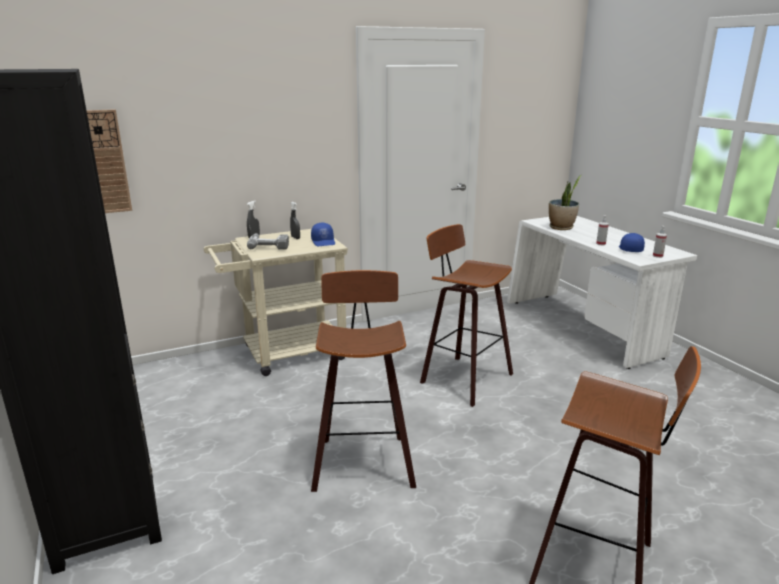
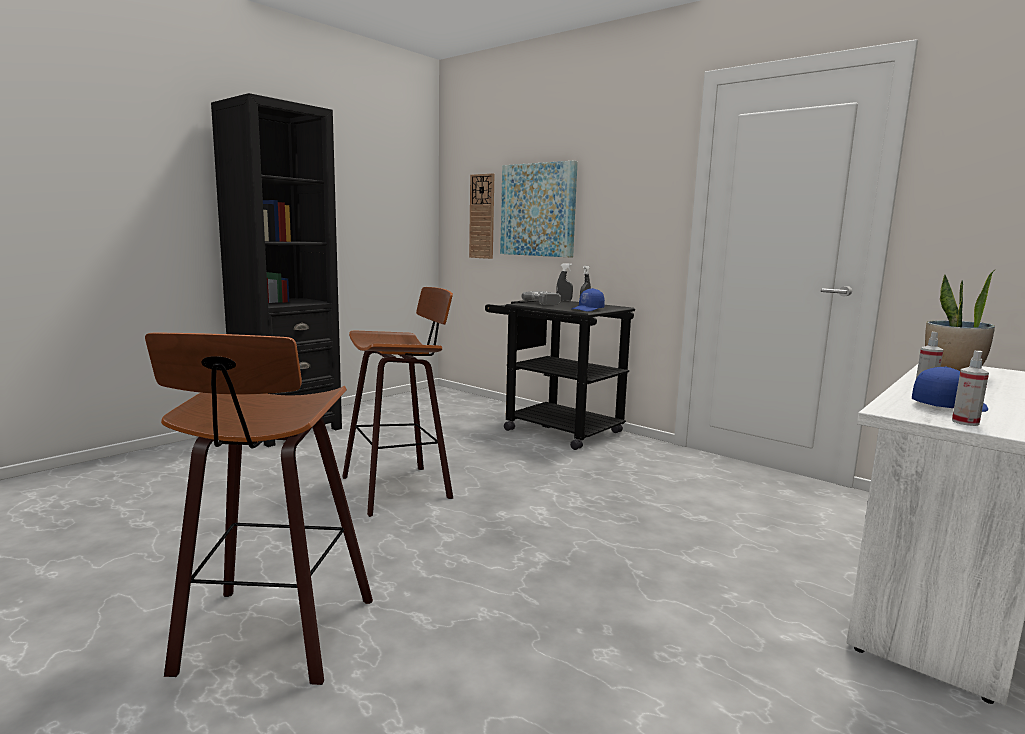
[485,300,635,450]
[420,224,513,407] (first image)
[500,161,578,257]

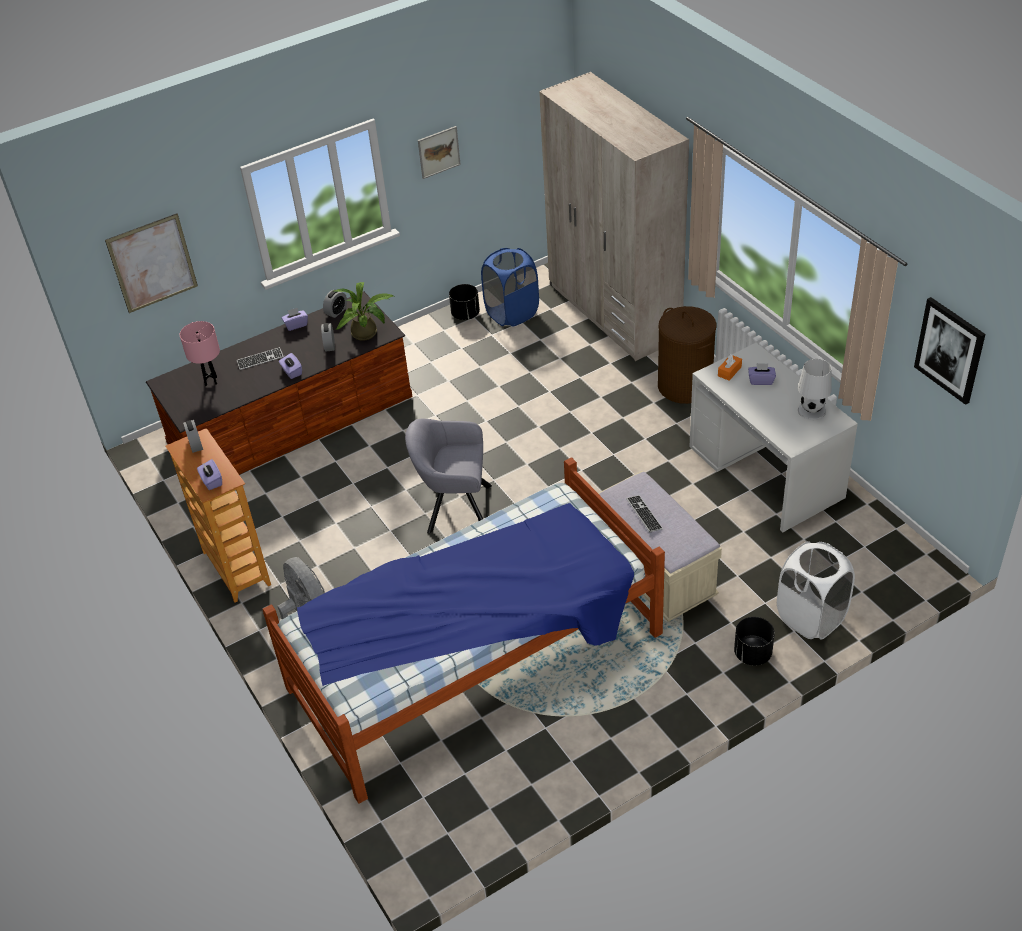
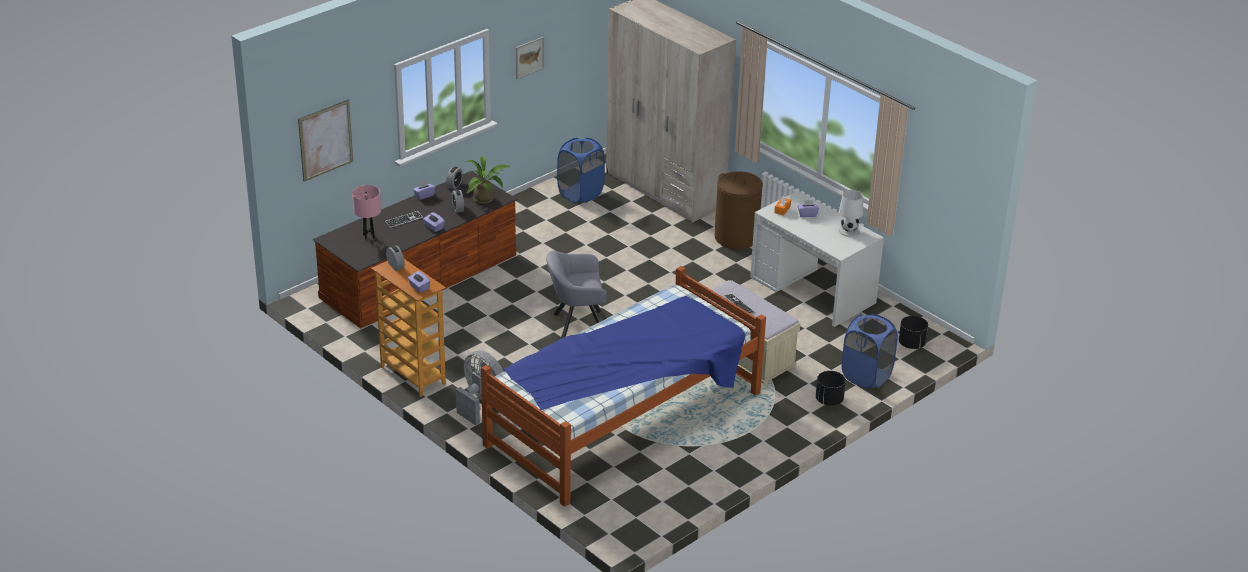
[899,316,928,349]
[842,314,898,389]
[914,297,985,405] (first image)

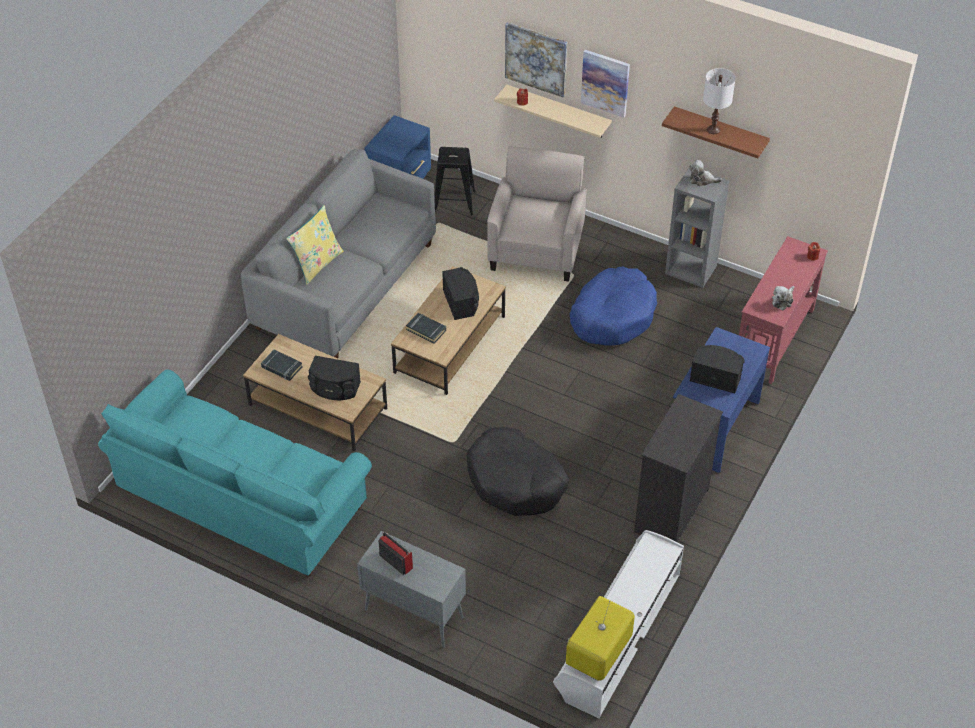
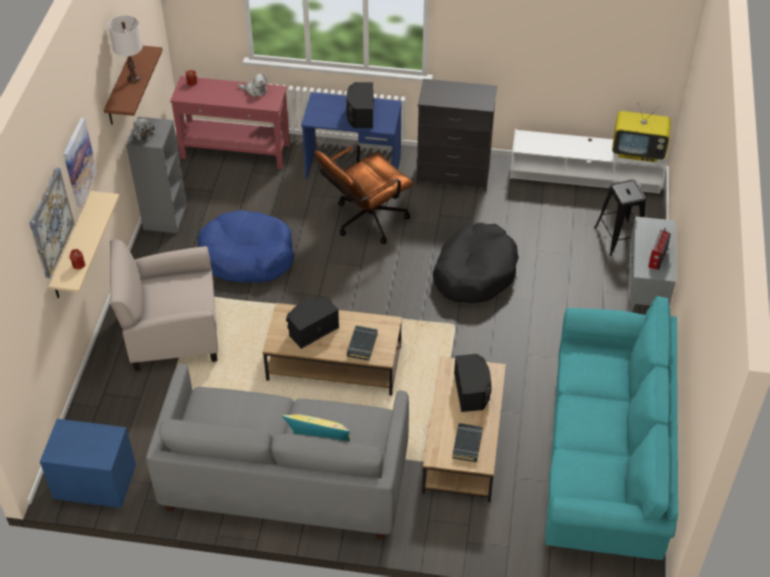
[594,179,646,256]
[314,144,413,244]

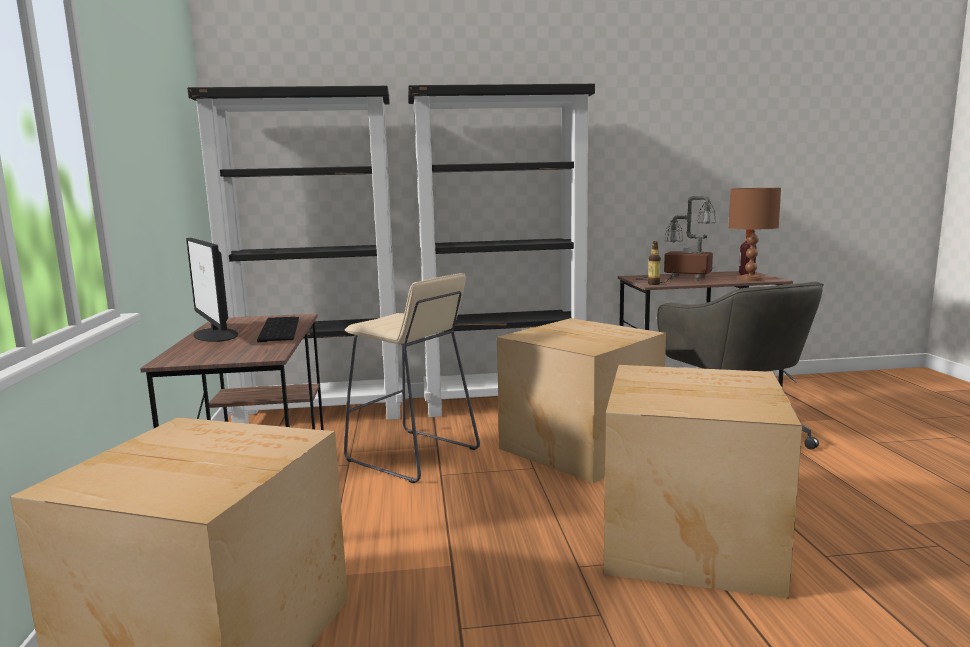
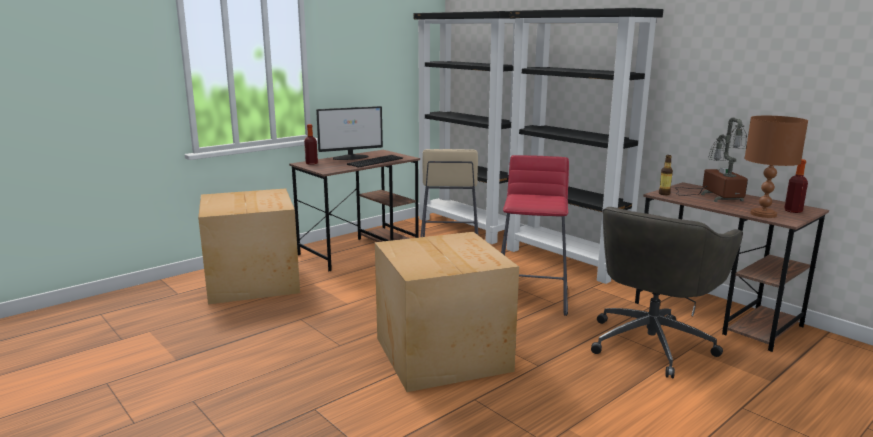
[316,106,383,160]
[501,155,569,316]
[304,124,318,165]

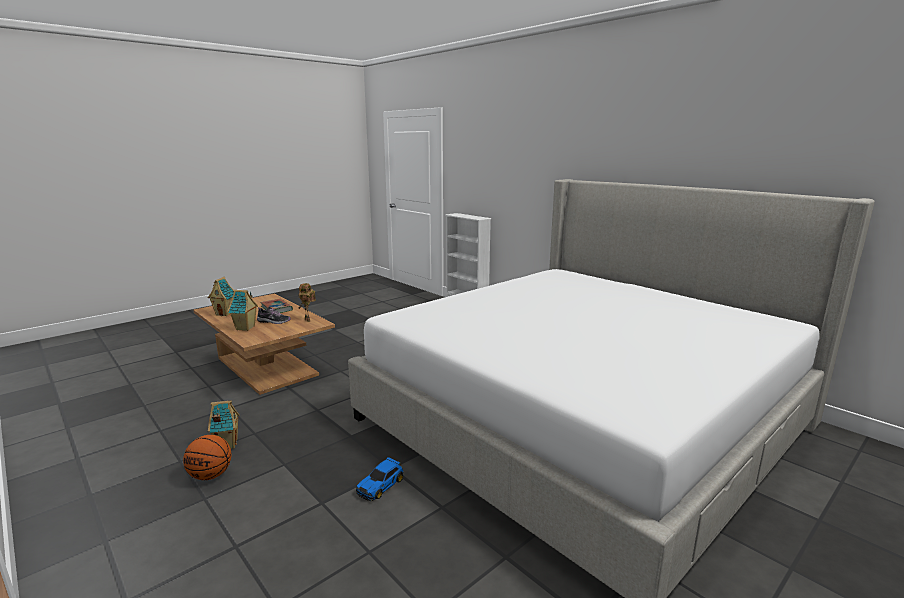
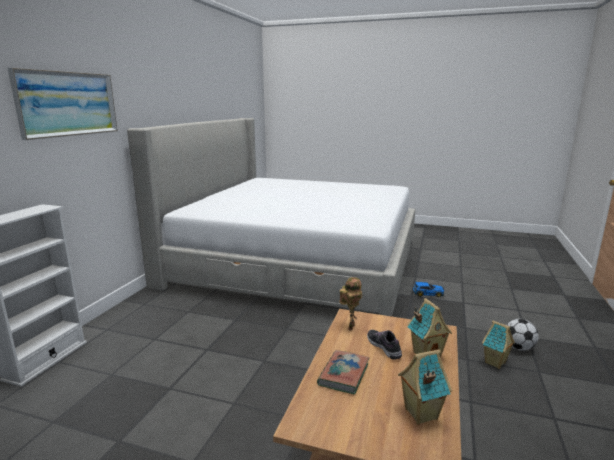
[506,319,538,351]
[8,68,118,140]

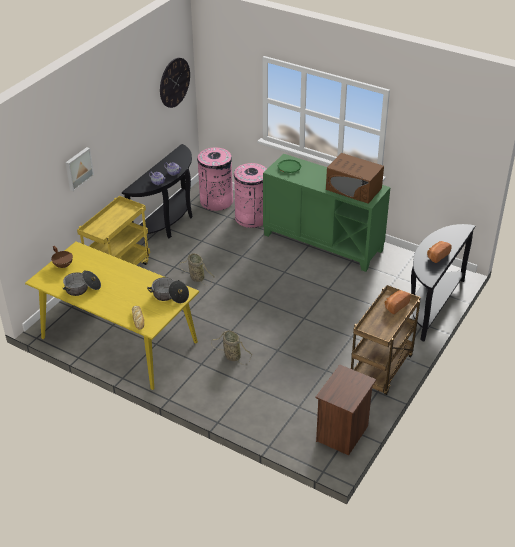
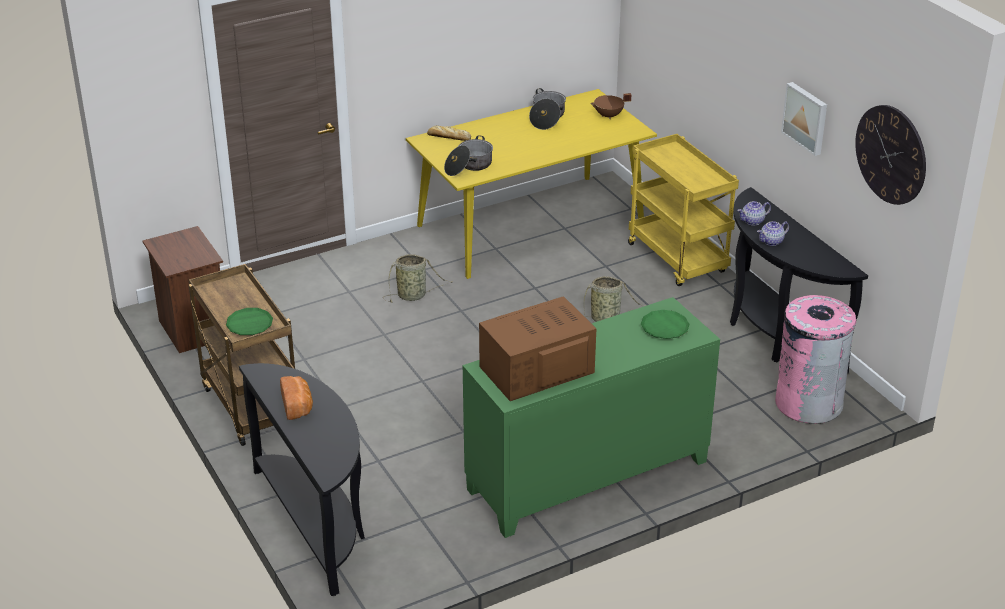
[781,82,827,156]
[234,163,267,228] (first image)
[226,308,273,335]

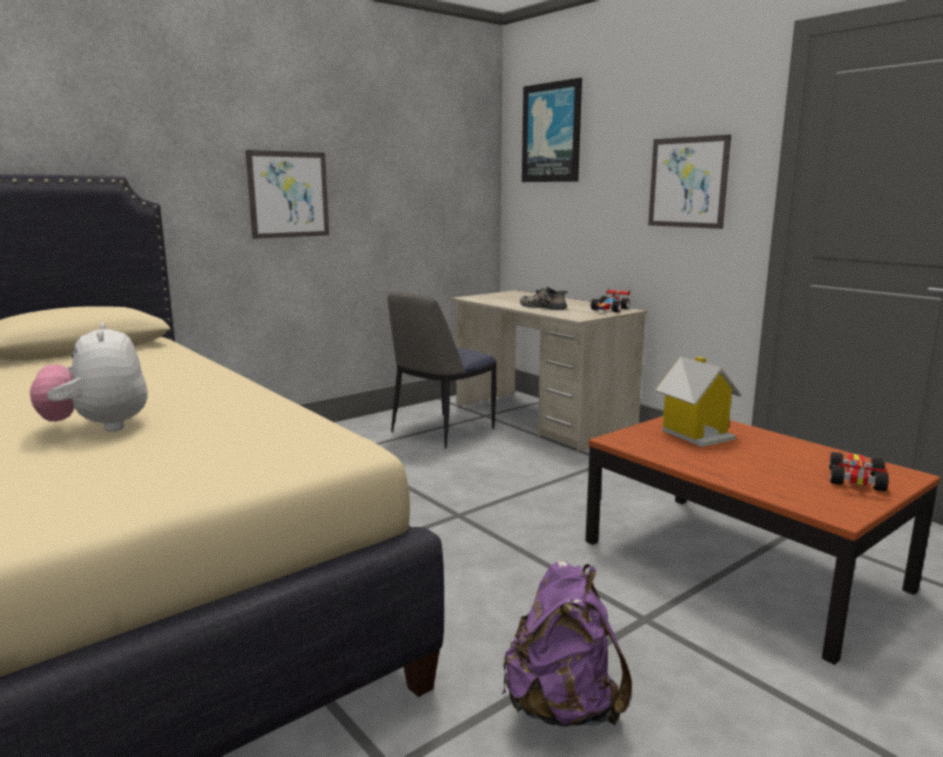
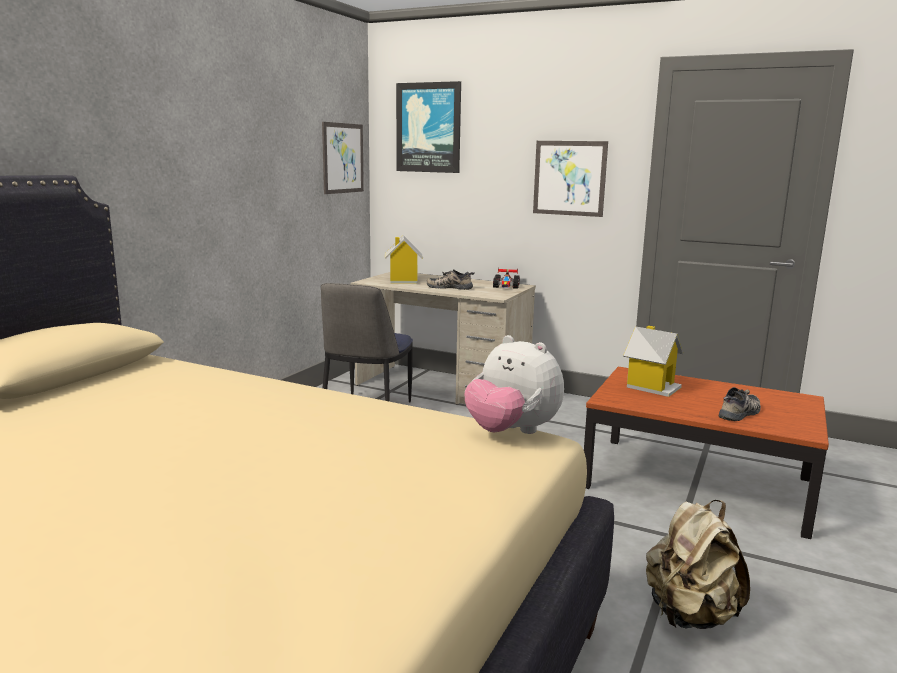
[465,335,564,434]
[322,122,364,194]
[646,500,750,629]
[829,452,889,491] (first image)
[385,235,423,284]
[719,387,761,421]

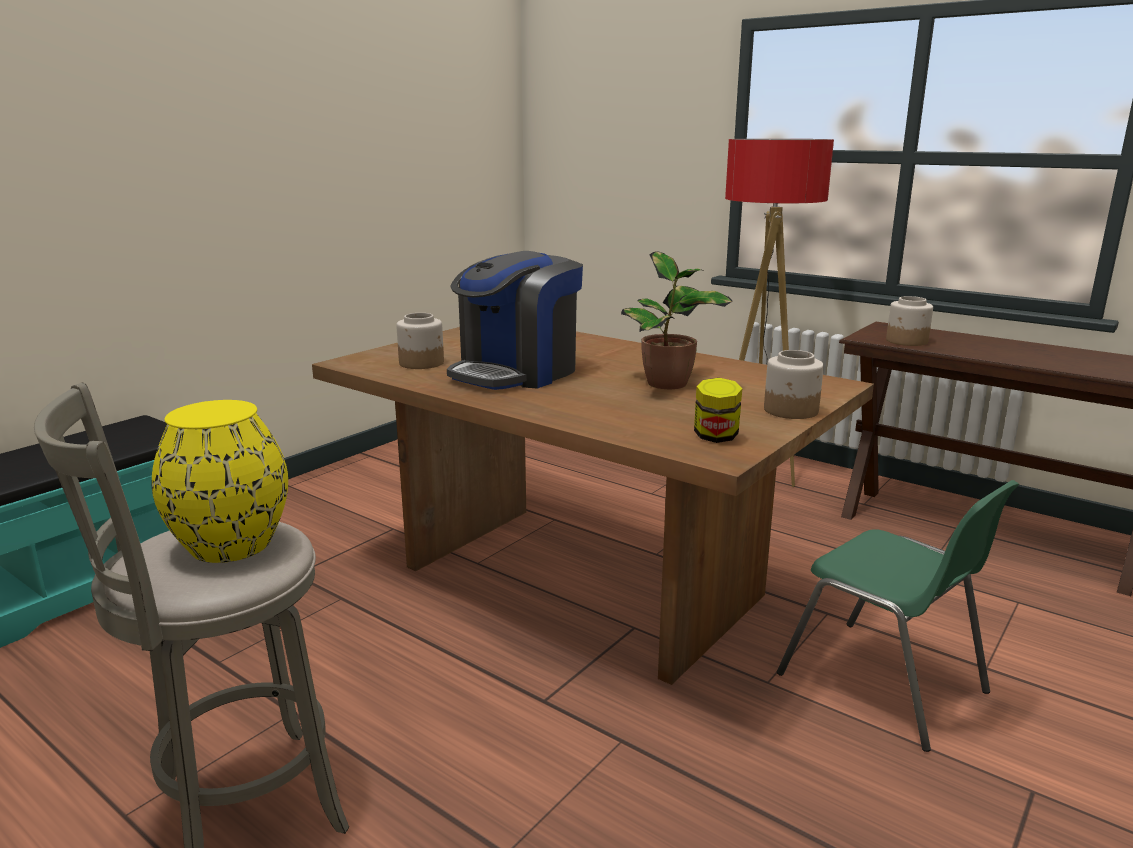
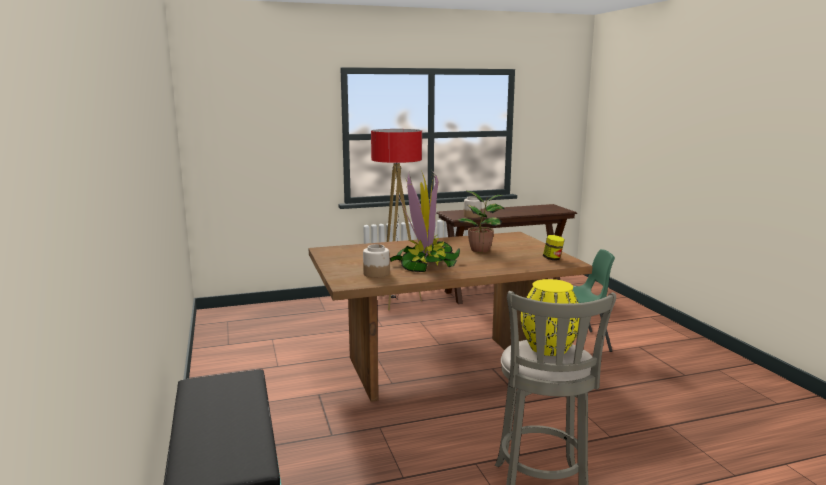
[390,171,460,272]
[764,350,824,419] (first image)

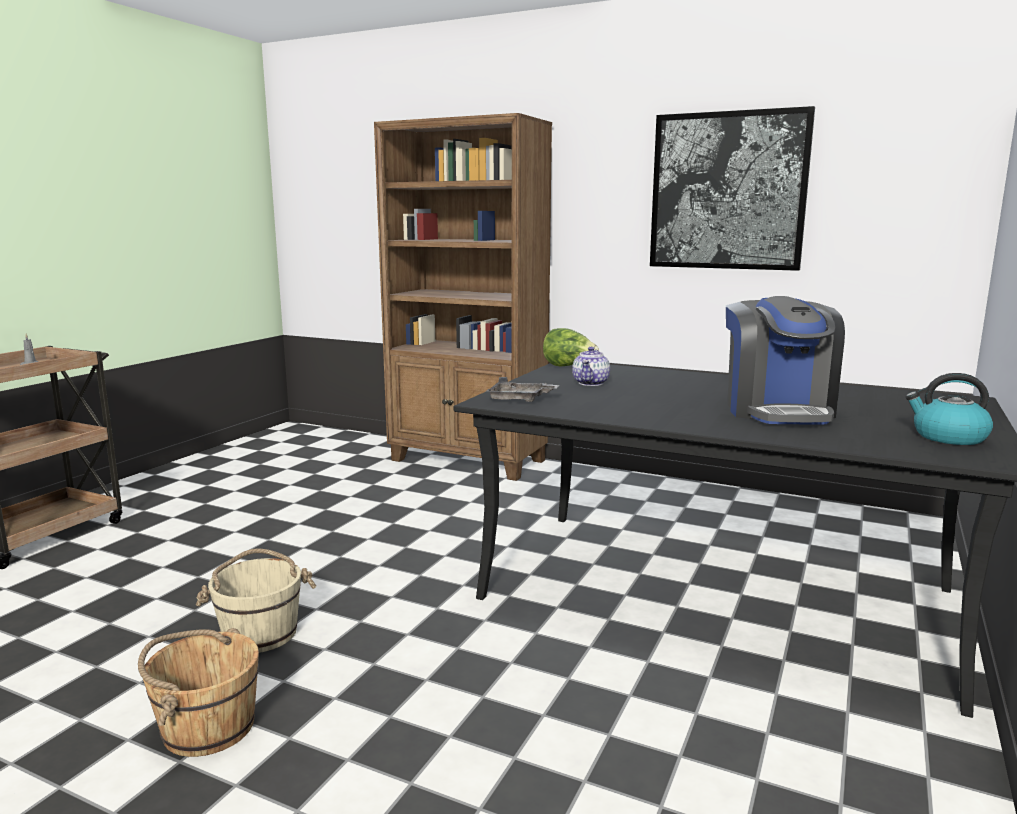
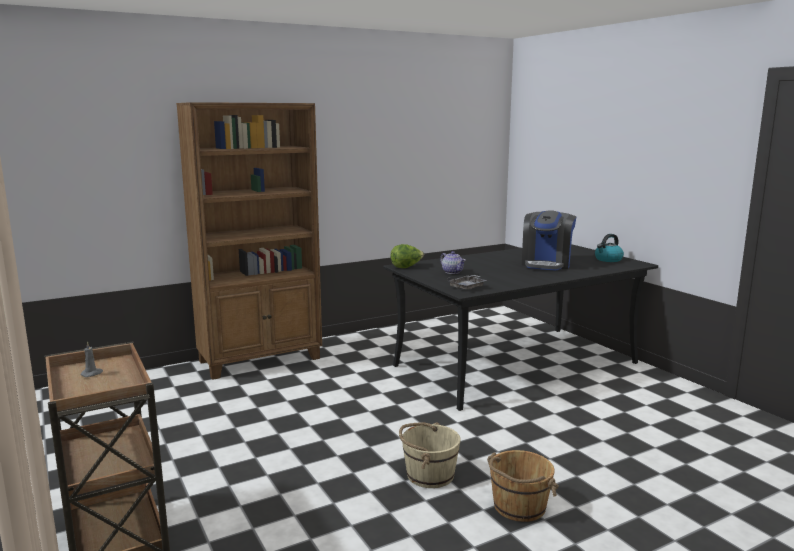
[650,106,815,271] (first image)
[522,210,576,270]

